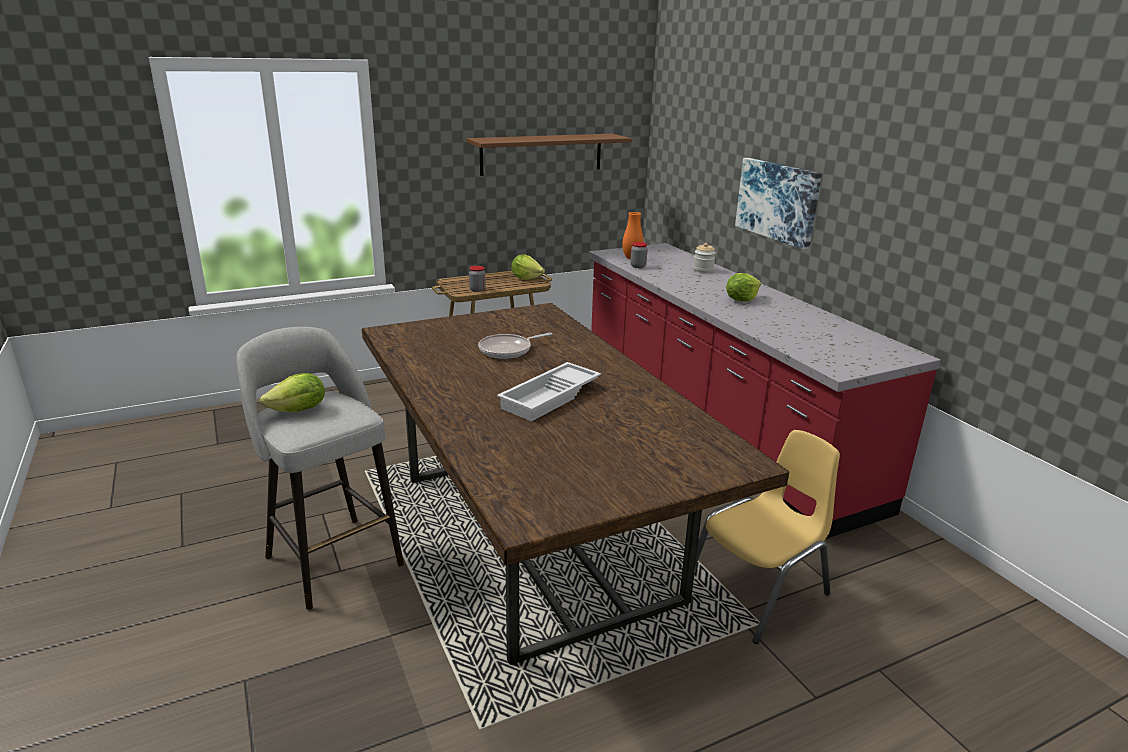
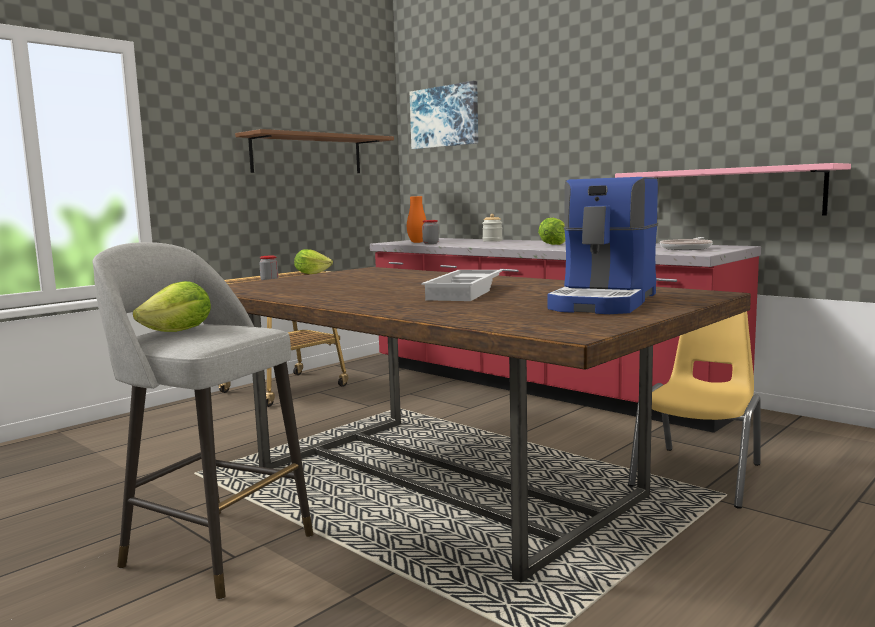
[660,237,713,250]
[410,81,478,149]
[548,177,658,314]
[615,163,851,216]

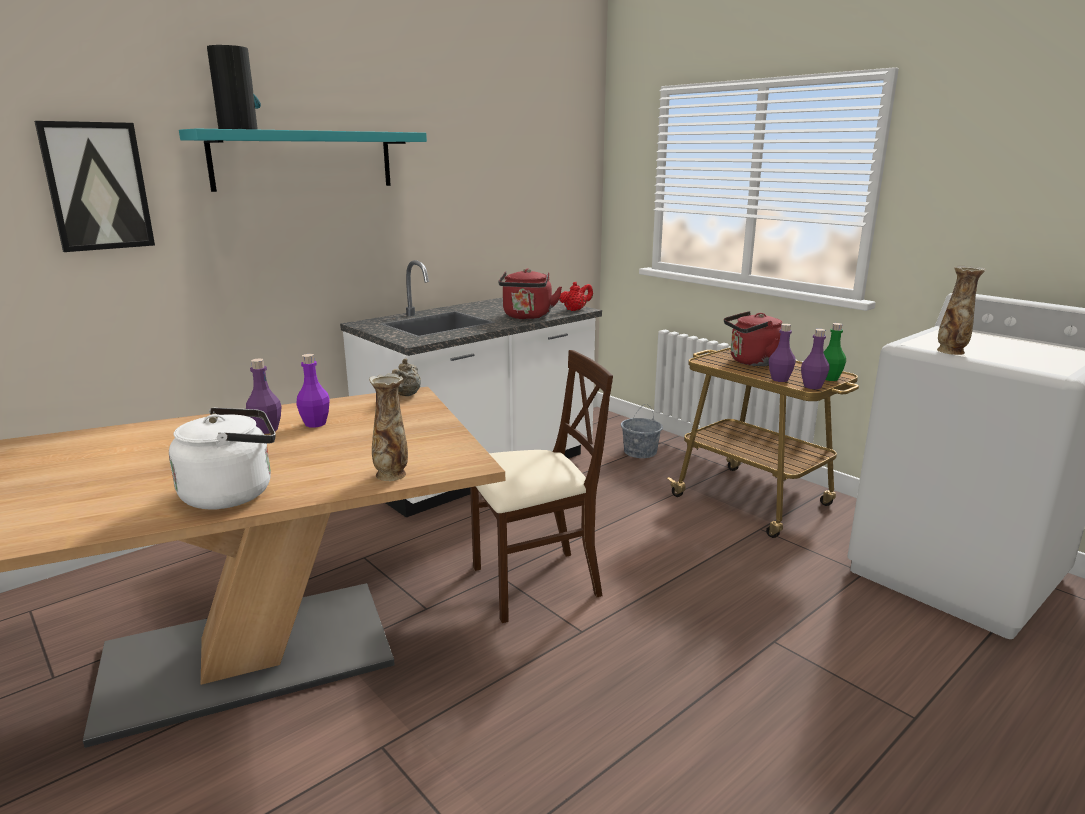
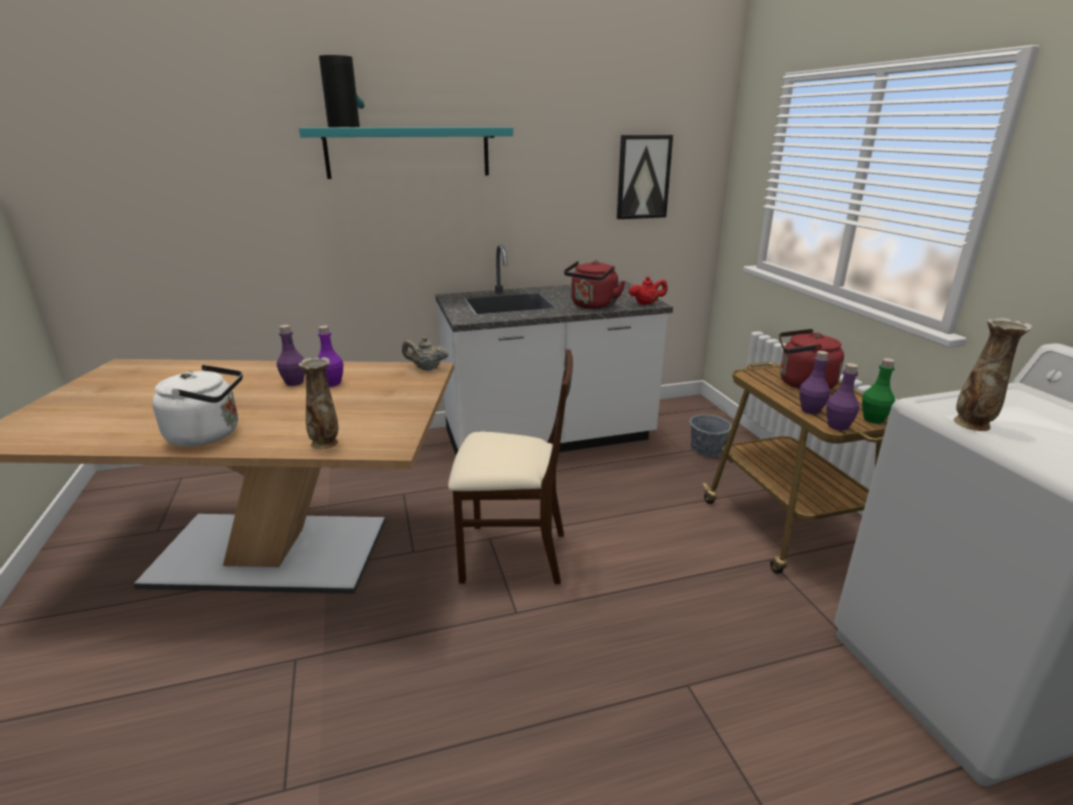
[617,135,673,219]
[402,337,449,371]

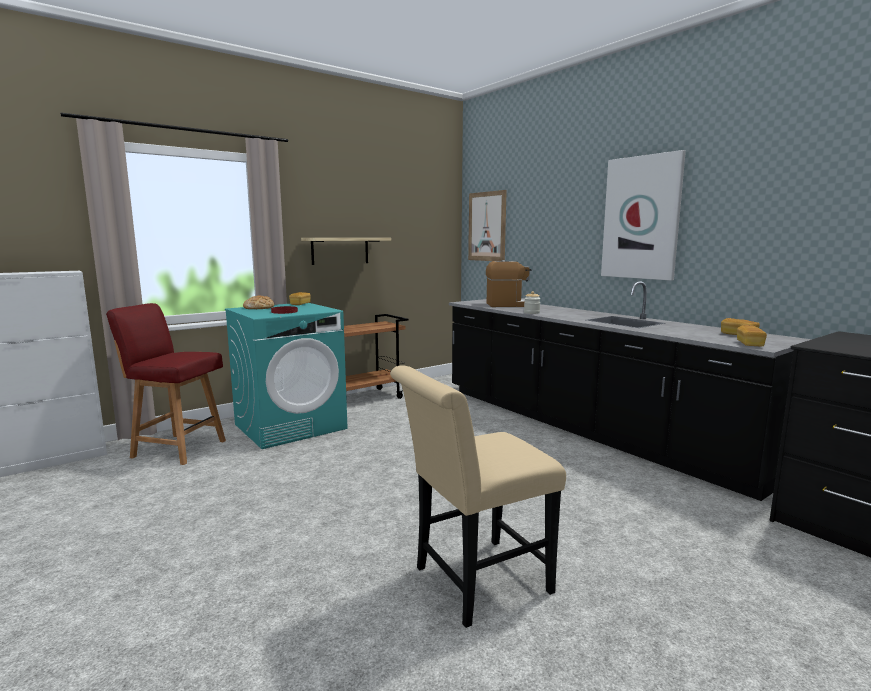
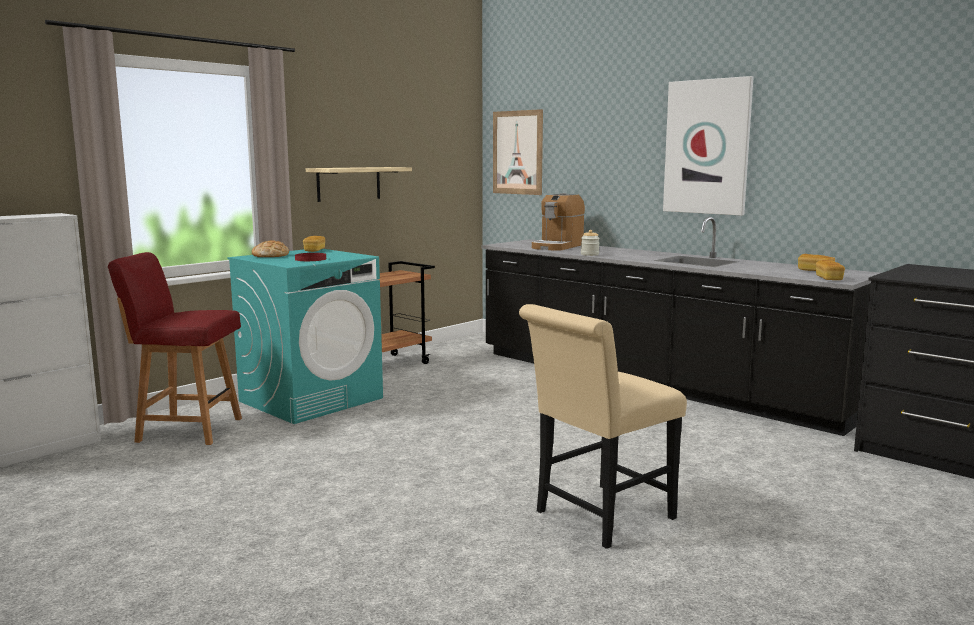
[532,193,585,251]

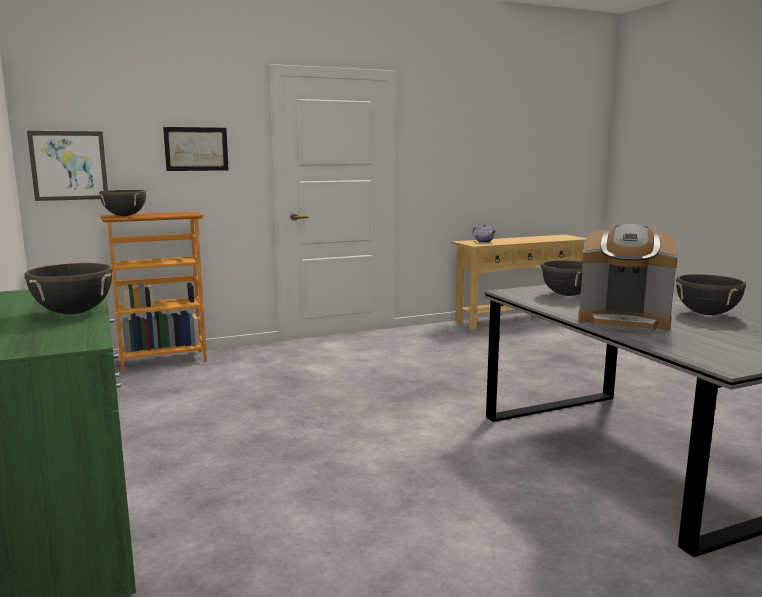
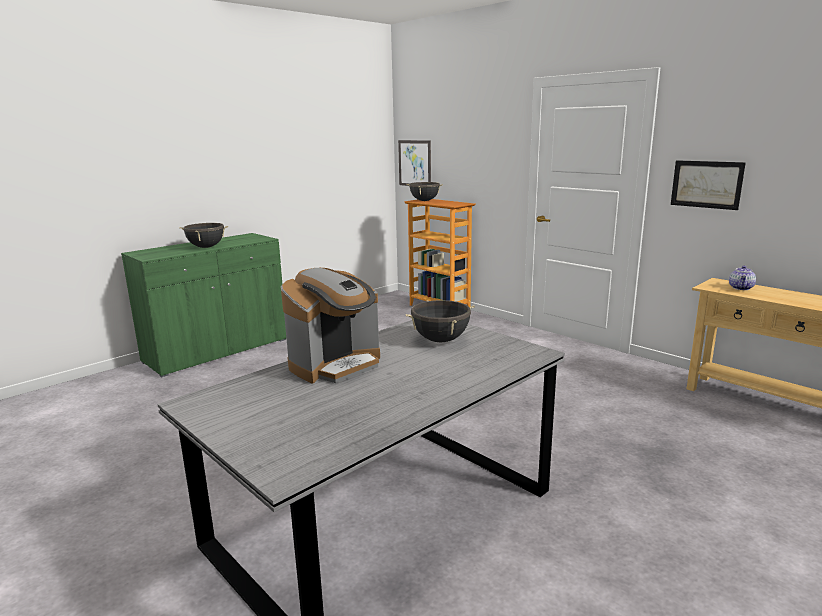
[671,160,746,210]
[281,268,380,383]
[674,274,746,315] (first image)

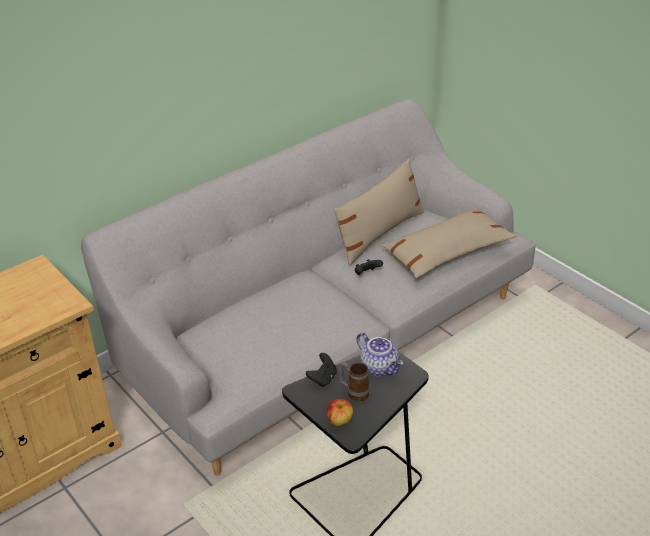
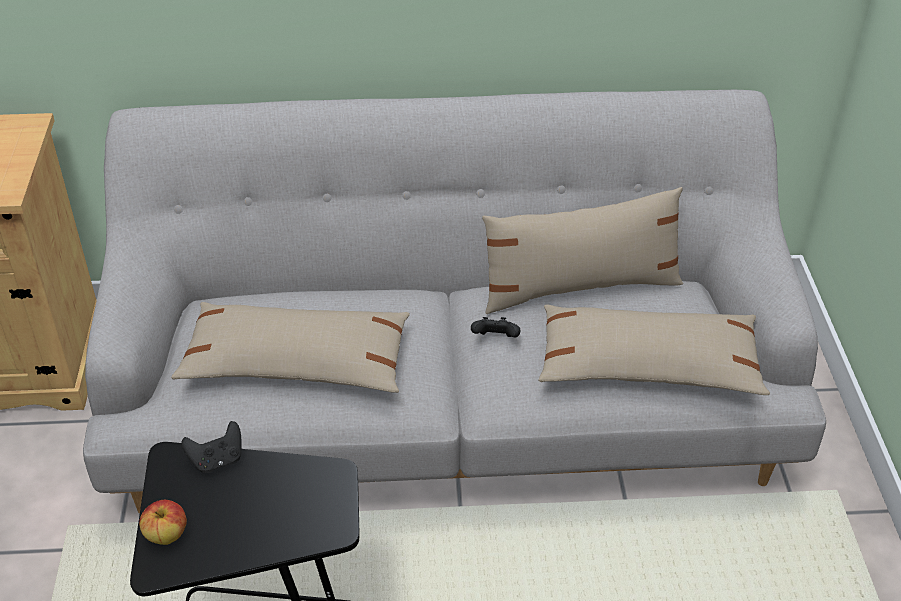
[339,362,369,401] (first image)
[357,333,403,377] (first image)
[171,302,410,393]

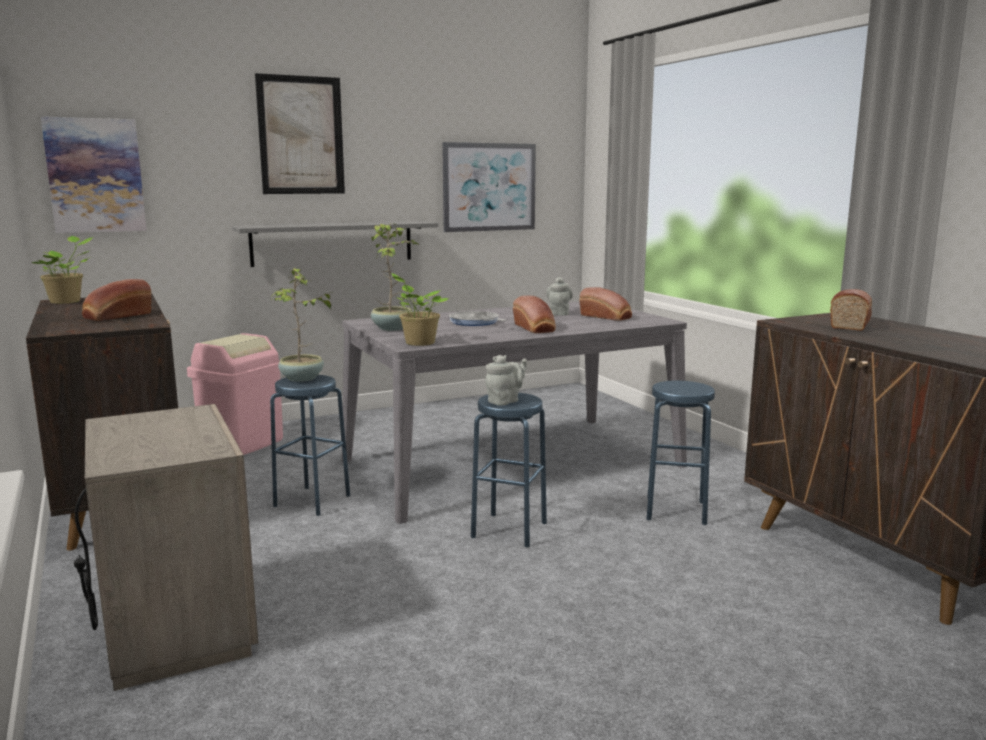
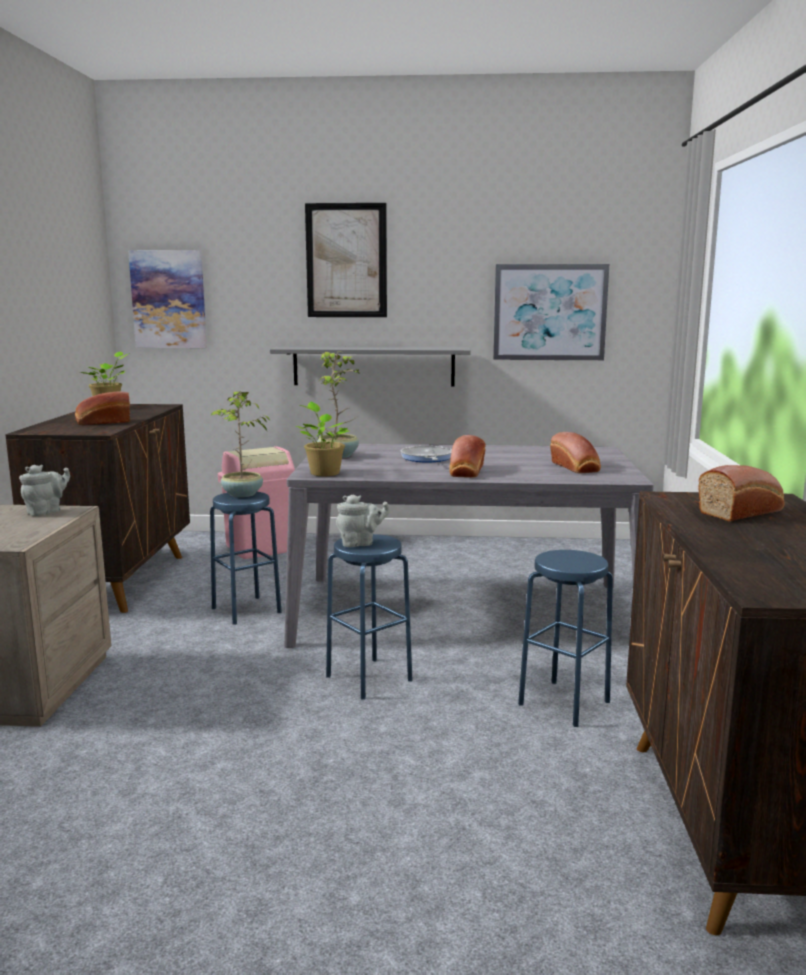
[19,465,70,516]

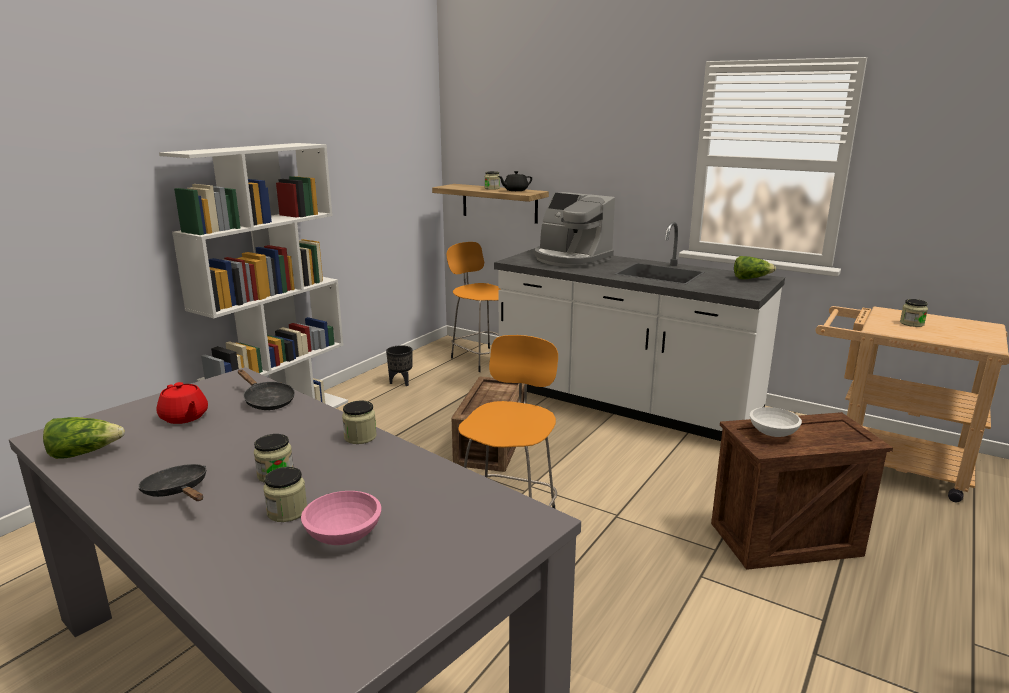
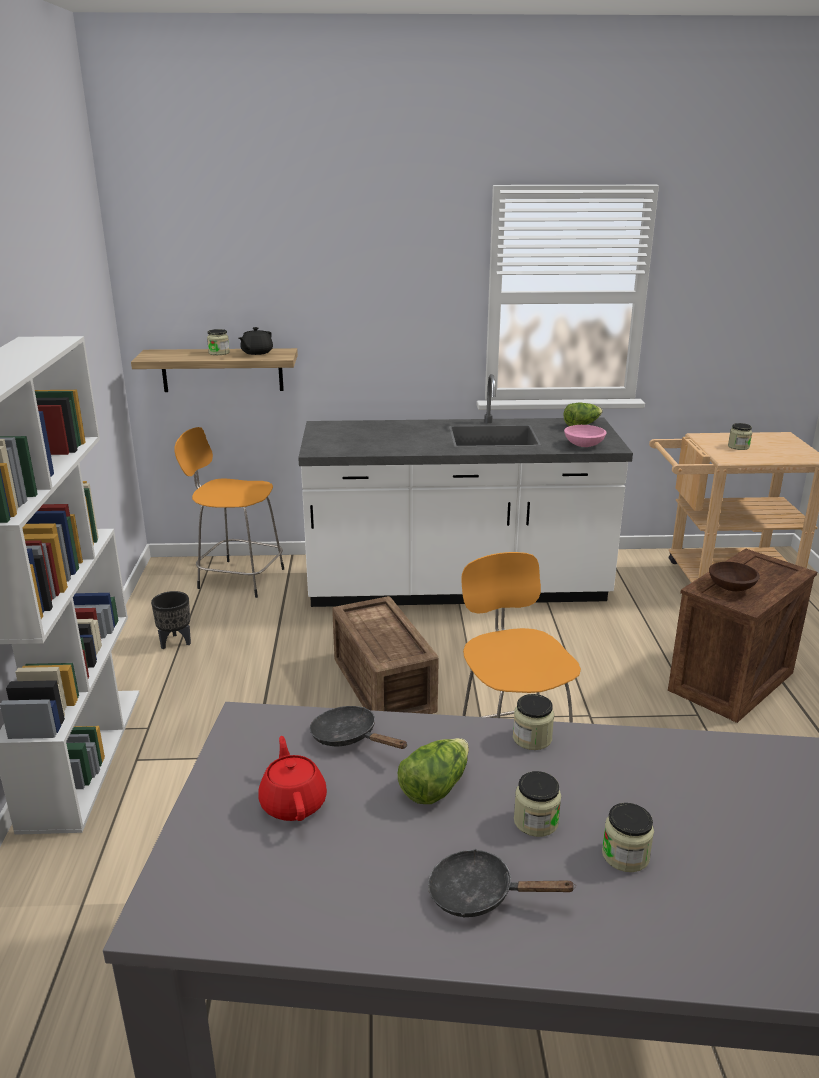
[398,738,469,804]
[258,736,327,821]
[310,706,408,749]
[564,425,606,447]
[535,192,615,267] (first image)
[709,562,760,591]

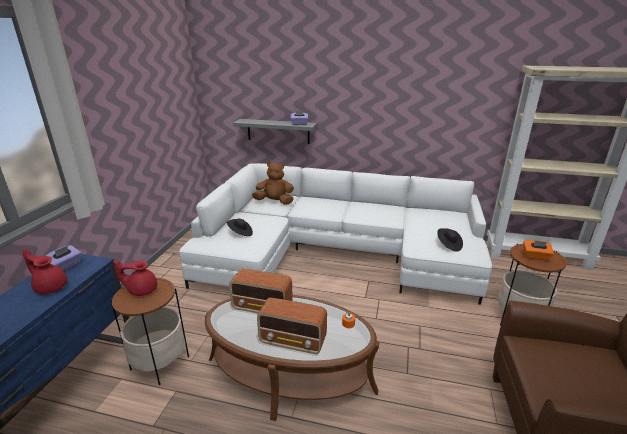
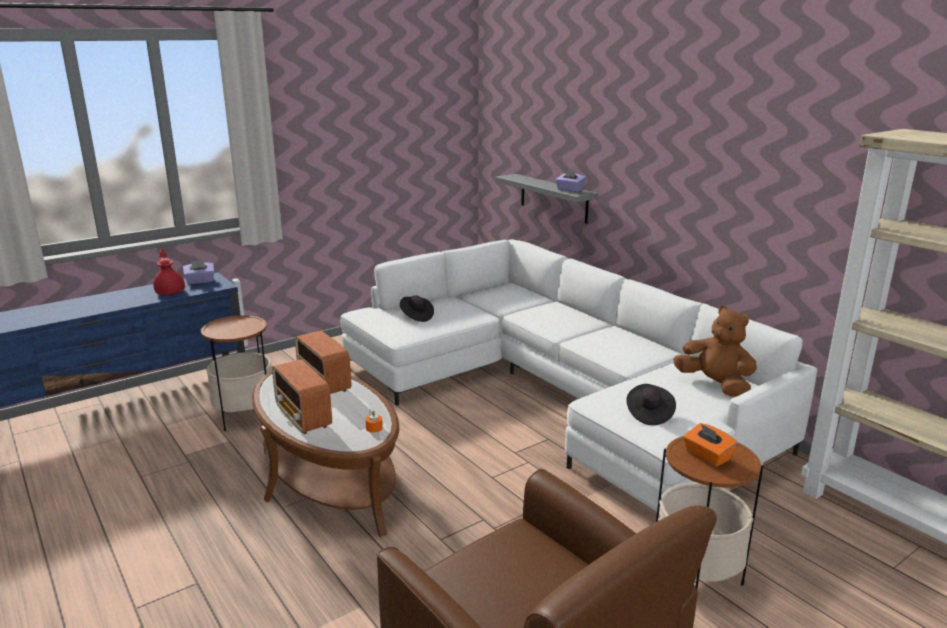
[113,260,157,296] (first image)
[673,306,757,397]

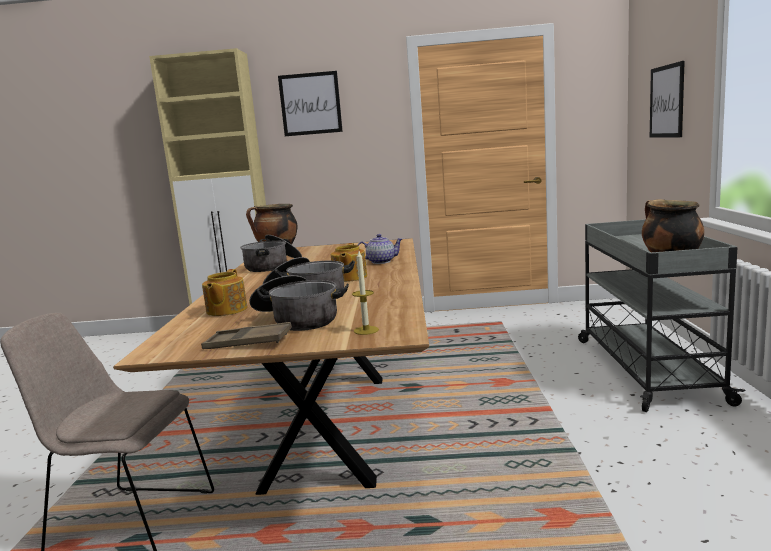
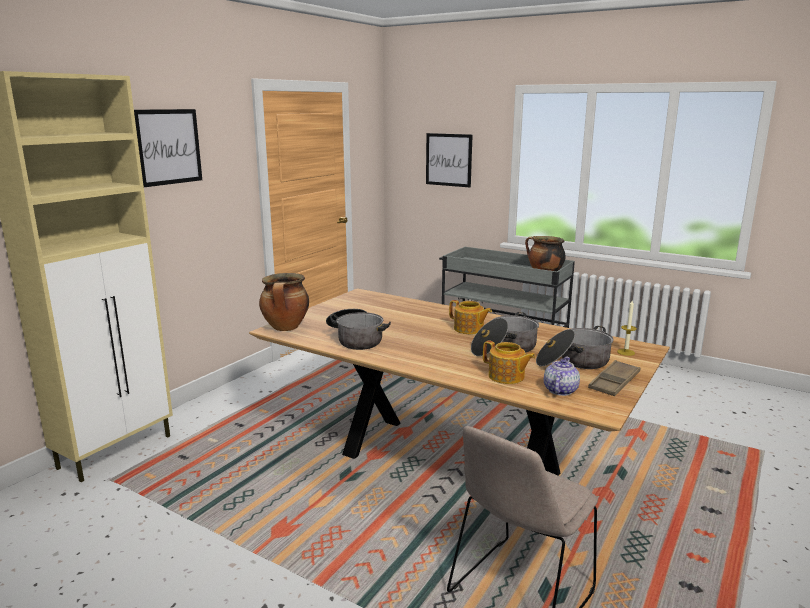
[544,357,580,396]

